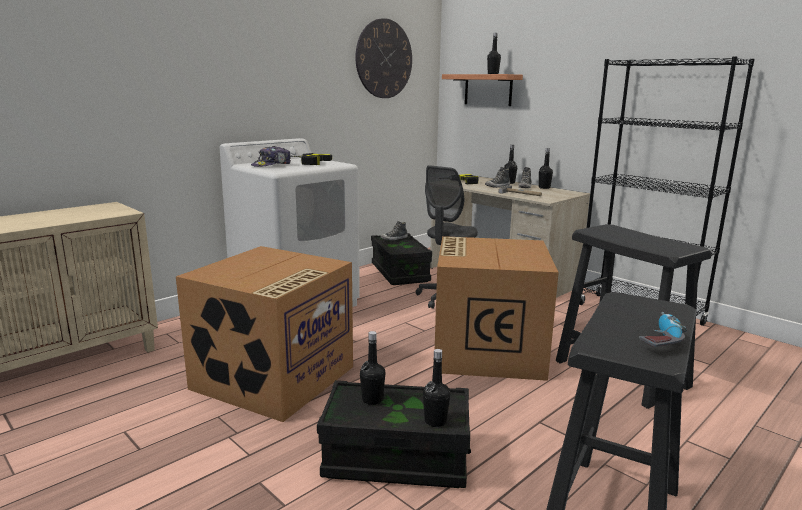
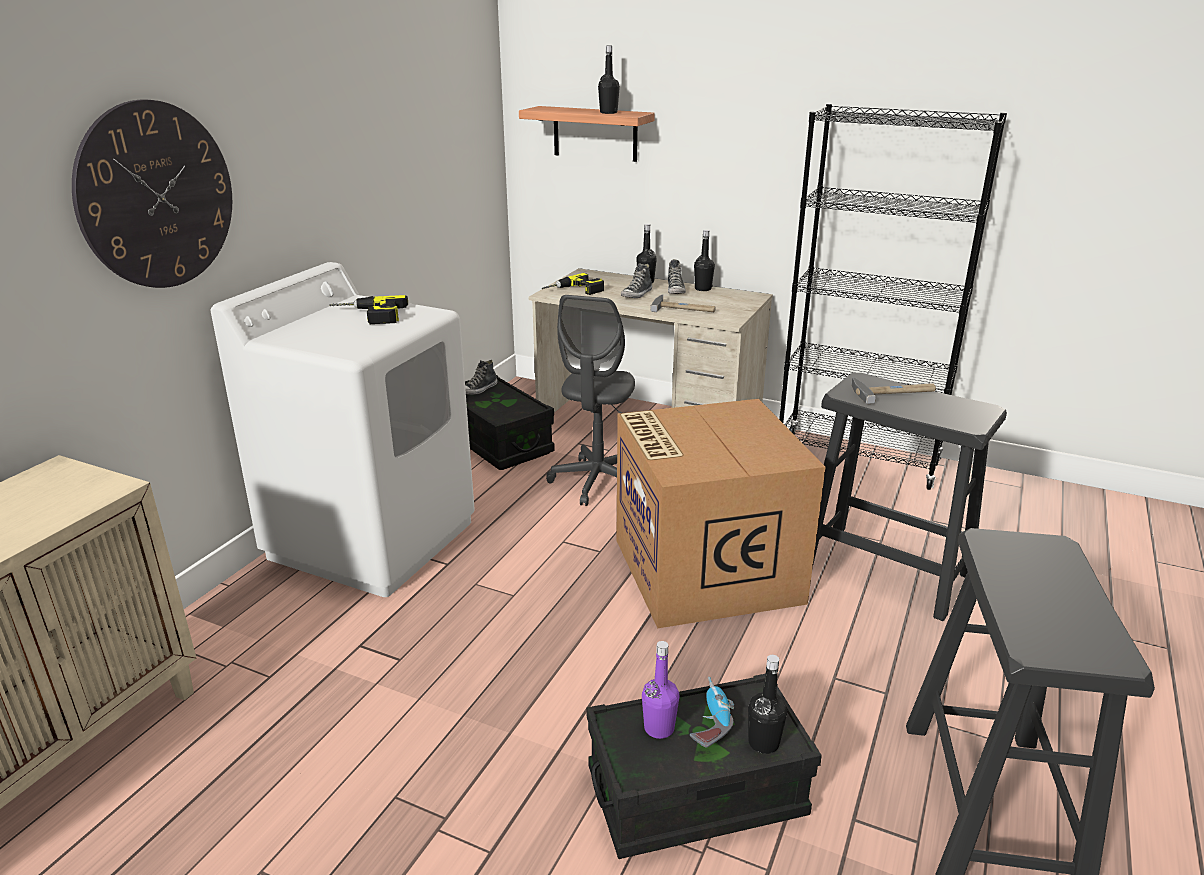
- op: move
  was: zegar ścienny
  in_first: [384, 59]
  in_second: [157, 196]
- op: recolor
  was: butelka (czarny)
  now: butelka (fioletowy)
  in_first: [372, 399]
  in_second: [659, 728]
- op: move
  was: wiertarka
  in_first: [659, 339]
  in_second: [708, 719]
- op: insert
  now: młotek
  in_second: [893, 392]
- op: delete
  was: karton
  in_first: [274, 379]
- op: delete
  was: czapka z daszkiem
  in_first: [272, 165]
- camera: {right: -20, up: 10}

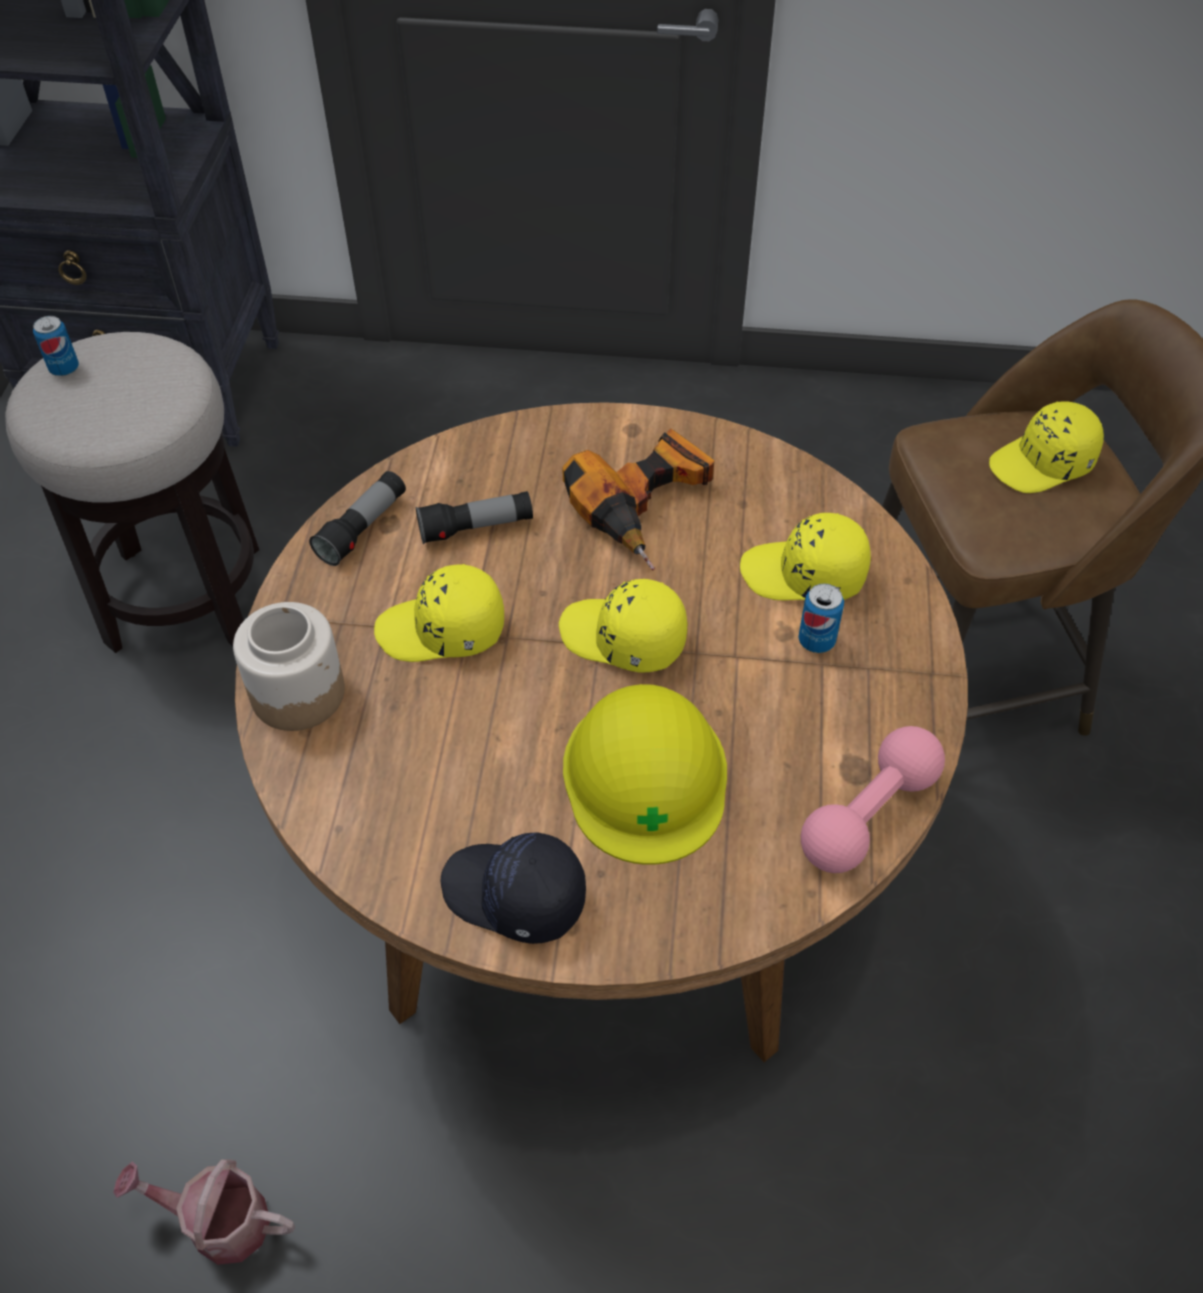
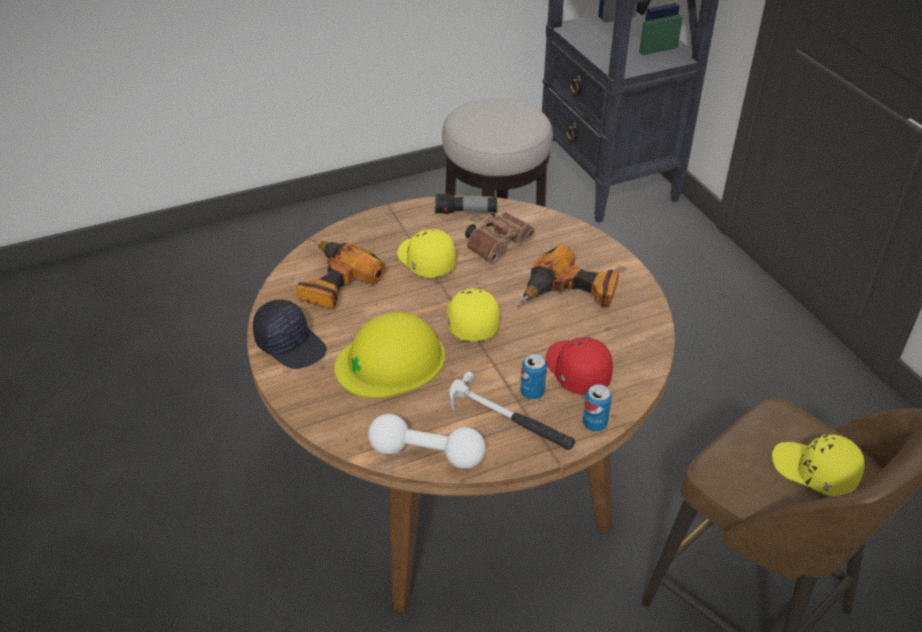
- op: rotate
  was: czapka z daszkiem (czarny)
  in_first: [514, 896]
  in_second: [291, 344]
  clockwise: 135
- op: insert
  now: wiertarka
  in_second: [331, 282]
- op: recolor
  was: hantel (różowy)
  now: hantel (biały)
  in_first: [868, 815]
  in_second: [427, 454]
- op: insert
  now: młotek
  in_second: [509, 419]
- op: replace
  was: latarka
  now: lornetka (brązowy)
  in_first: [476, 528]
  in_second: [499, 245]
- op: recolor
  was: czapka z daszkiem (żółty)
  now: czapka z daszkiem (czerwony)
  in_first: [804, 575]
  in_second: [576, 371]
- op: move
  was: puszka
  in_first: [64, 368]
  in_second: [594, 423]
- op: delete
  was: konewka
  in_first: [219, 1221]
- op: delete
  was: słoik
  in_first: [298, 692]
- camera: {right: 60, up: -10}

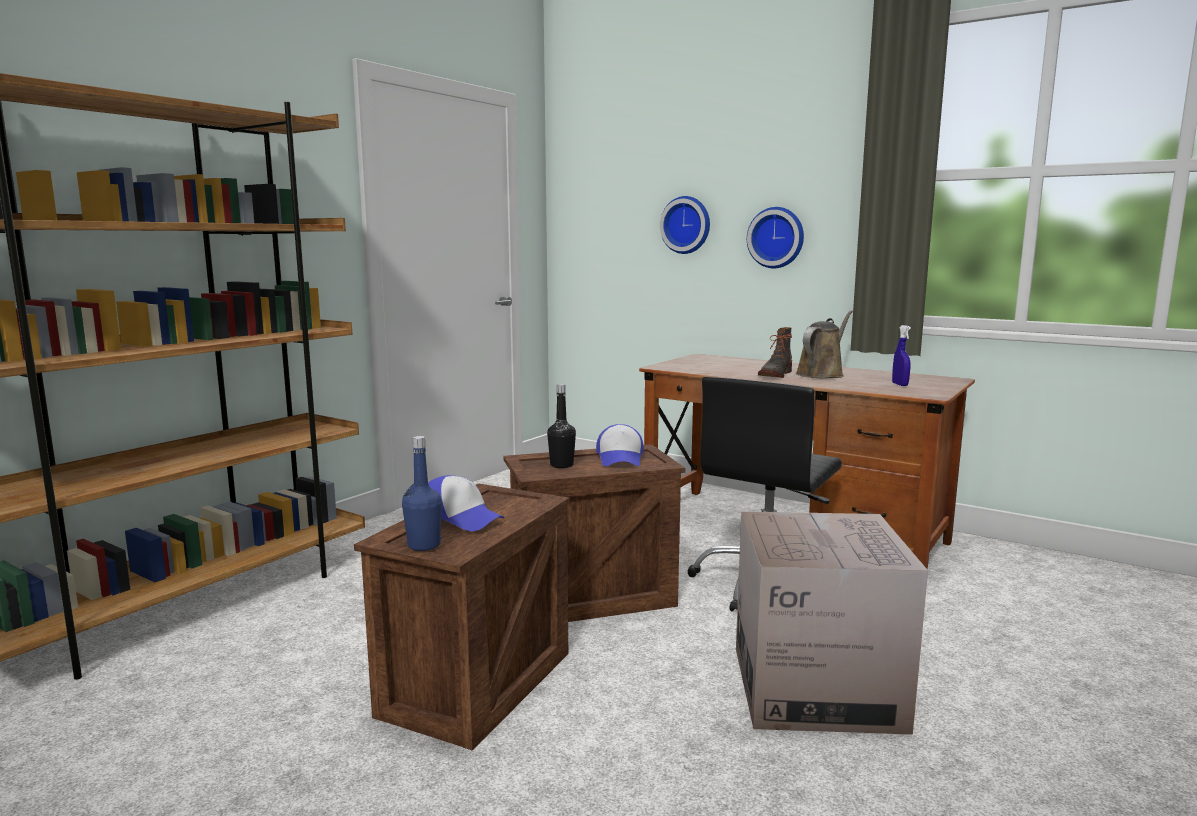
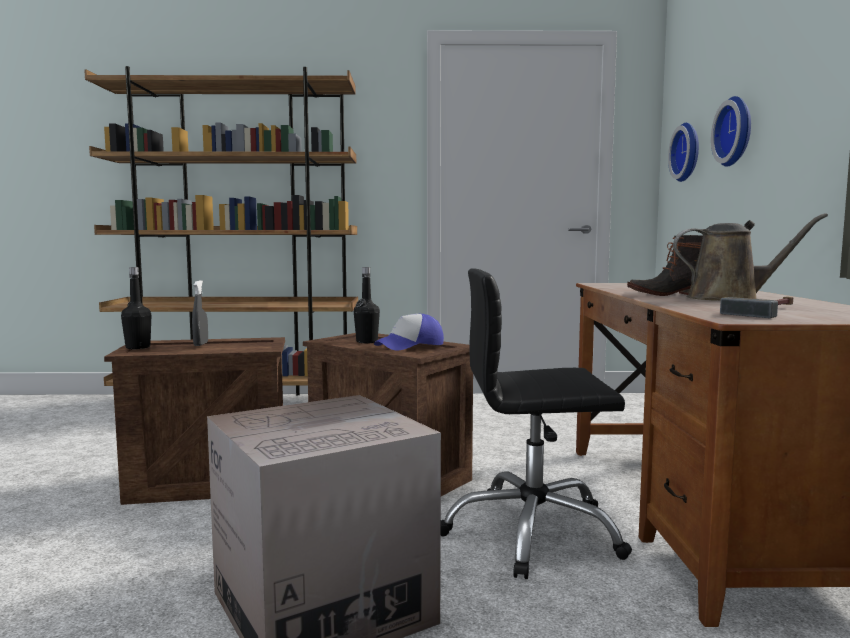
- op: recolor
  was: butelka (niebieski)
  now: butelka (czarny)
  in_first: [424, 545]
  in_second: [138, 347]
- op: replace
  was: czapka z daszkiem
  now: spryskiwacz (szary)
  in_first: [460, 518]
  in_second: [201, 344]
- op: move
  was: zegar ścienny
  in_first: [776, 237]
  in_second: [688, 152]
- op: replace
  was: spryskiwacz (niebieski)
  now: młotek
  in_first: [900, 384]
  in_second: [768, 311]
- camera: {right: 55, up: -5}

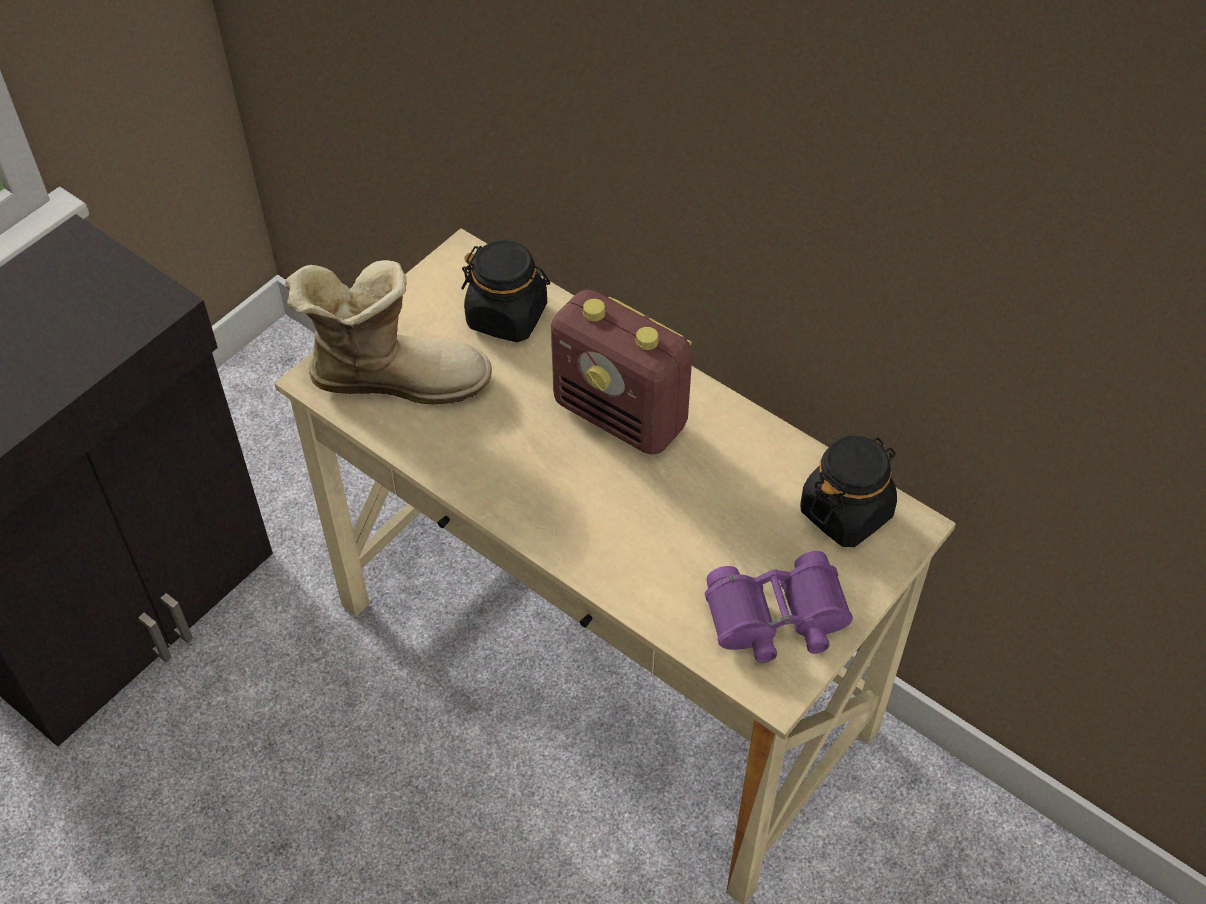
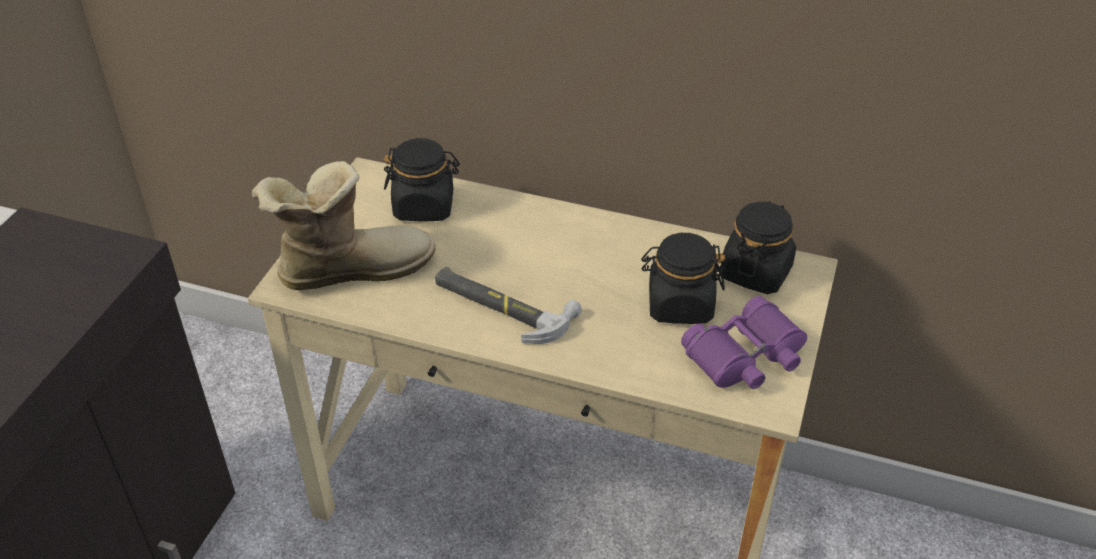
- op: insert
  now: młotek
  in_second: [501, 306]
- op: insert
  now: słoik (czarny)
  in_second: [679, 305]
- op: delete
  was: radio
  in_first: [621, 415]
- camera: {right: -20, up: -10}

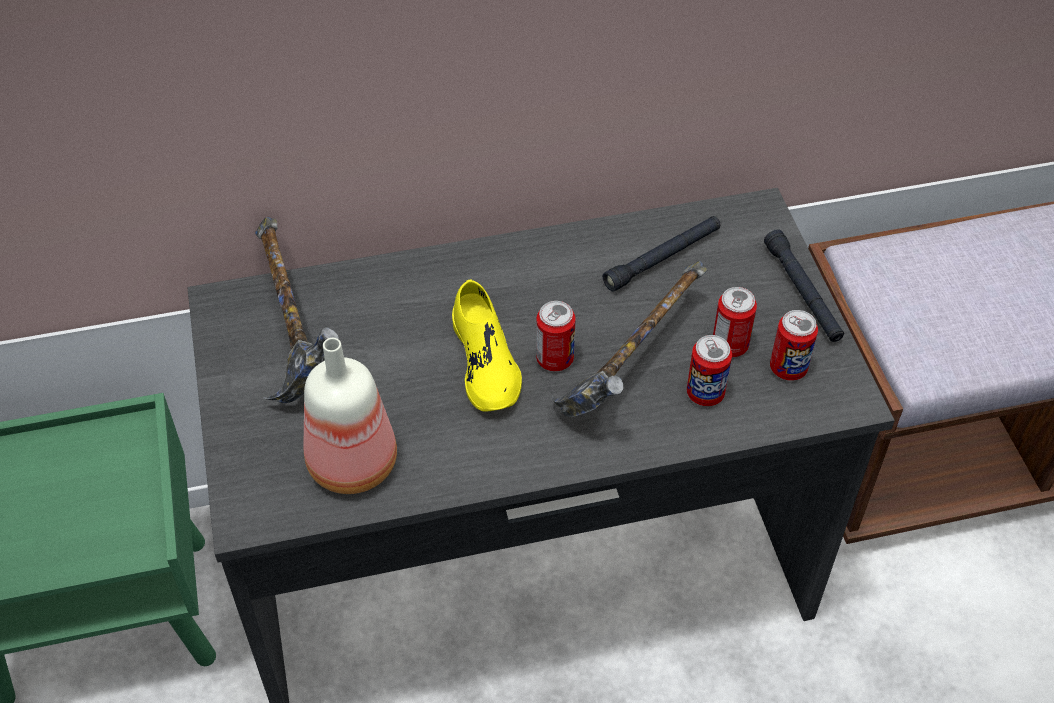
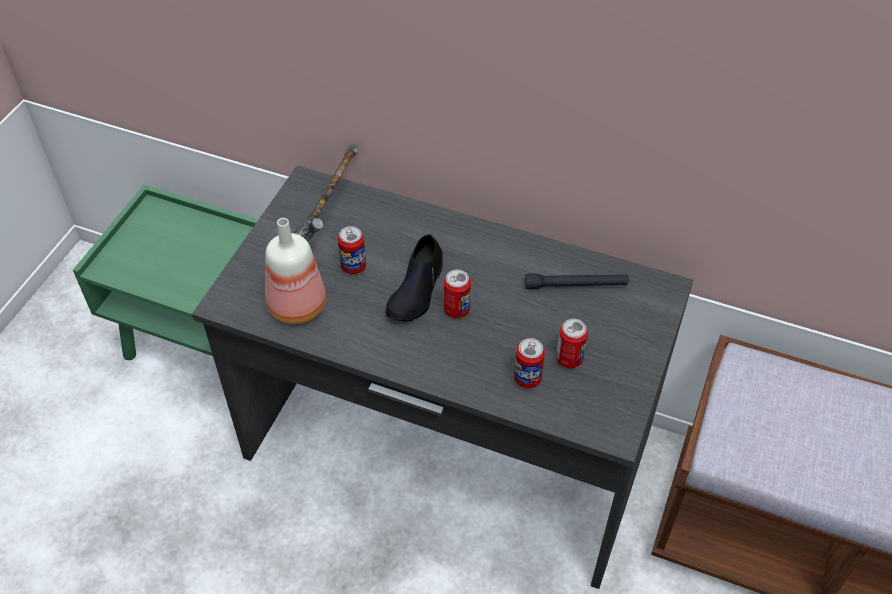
- op: move
  was: puszka
  in_first: [788, 368]
  in_second: [353, 266]
- op: recolor
  was: but (żółty)
  now: but (czarny)
  in_first: [485, 362]
  in_second: [416, 290]
- op: delete
  was: młotek
  in_first: [633, 369]
- op: delete
  was: latarka (czarny)
  in_first: [802, 293]
- camera: {right: 35, up: 0}

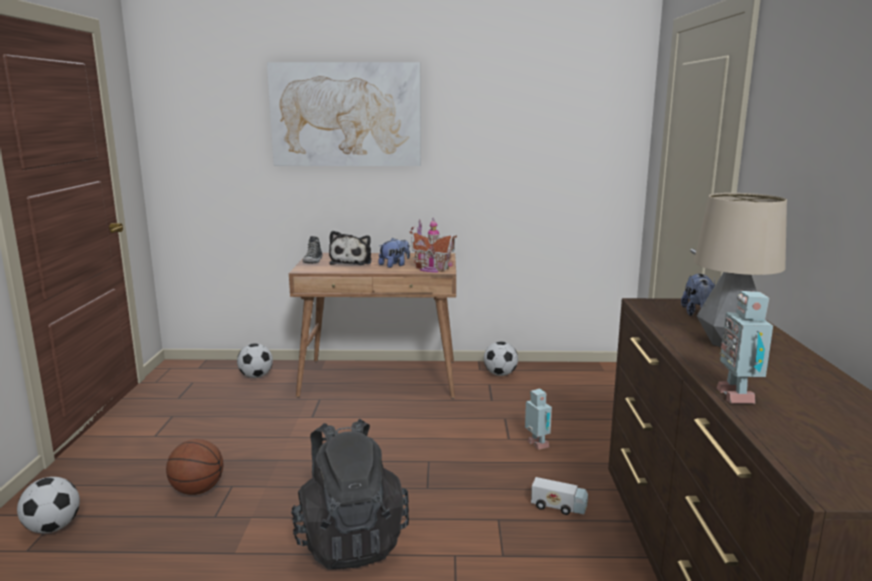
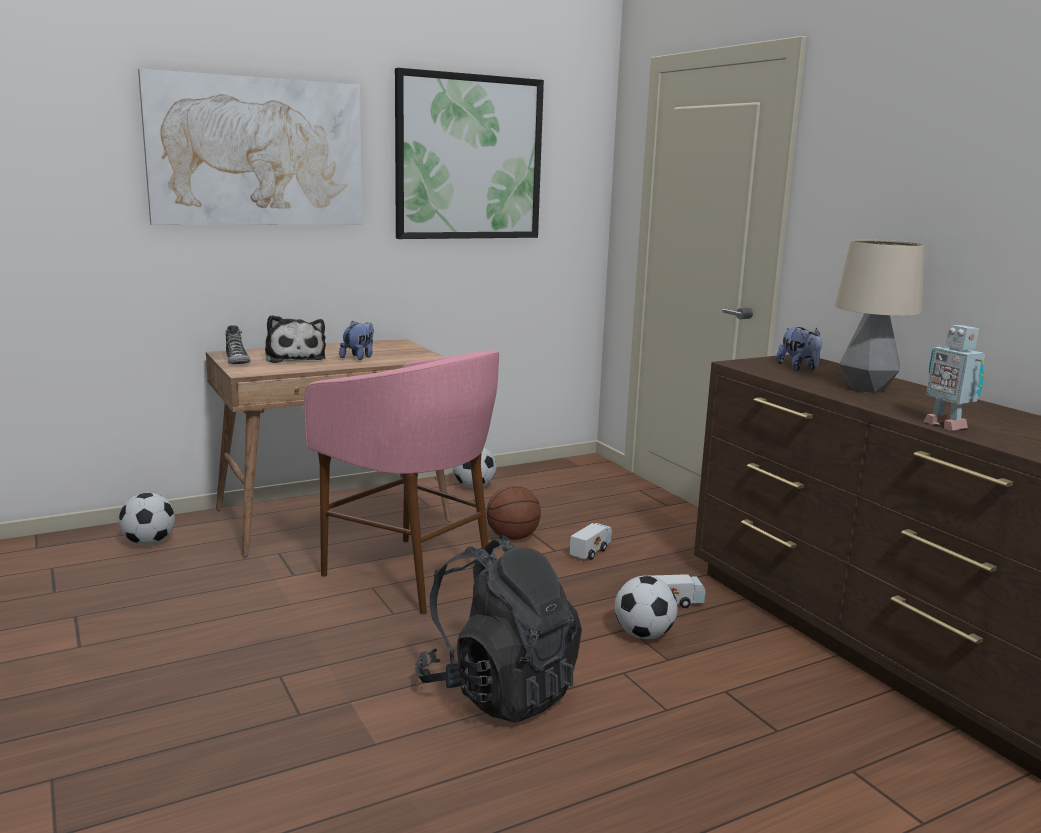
- op: insert
  now: stołek (różowy)
  in_second: [410, 576]
- op: insert
  now: obraz
  in_second: [469, 158]
- op: move
  was: piłka do koszykówki
  in_first: [197, 490]
  in_second: [512, 538]
- op: replace
  was: robot zabawkowy
  now: ciężarówka zabawkowa
  in_first: [536, 445]
  in_second: [590, 551]
- op: move
  was: piłka futbolowa
  in_first: [53, 528]
  in_second: [643, 635]
- op: delete
  was: domek
  in_first: [431, 269]
- camera: {right: -30, up: 0}

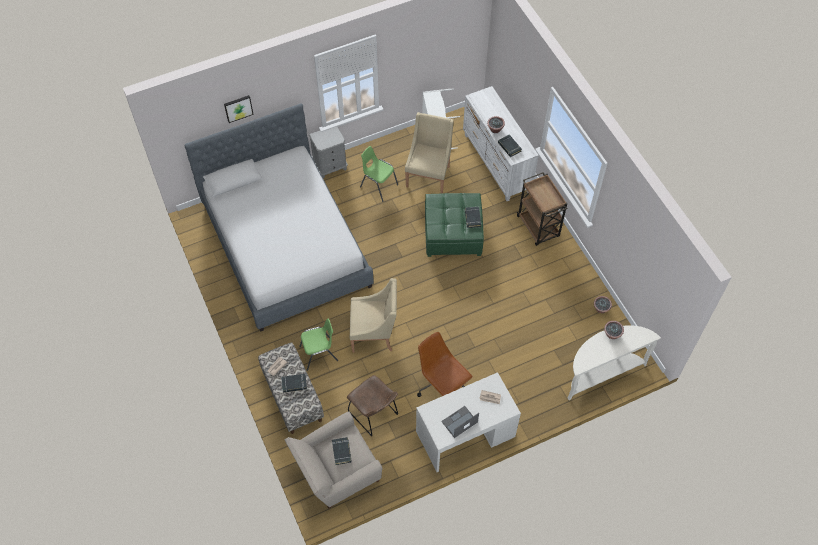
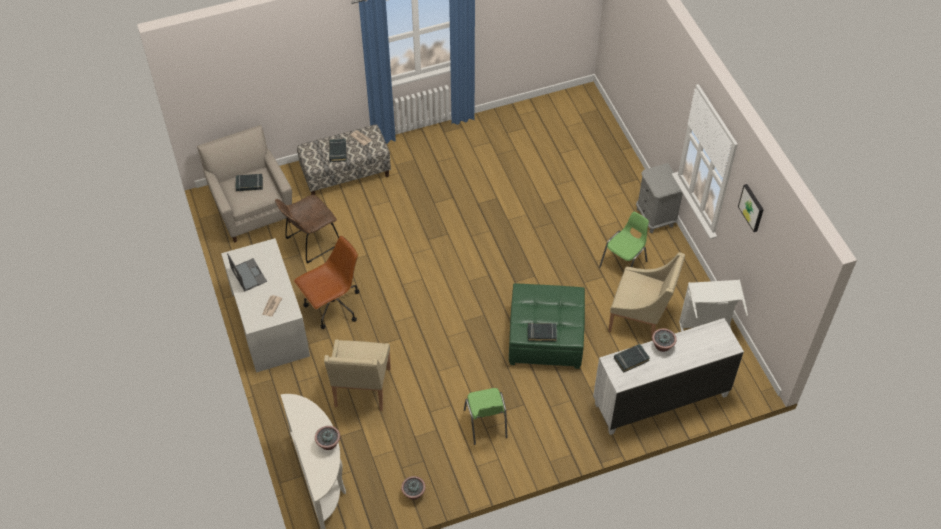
- op: move
  was: fotel (beżowy)
  in_first: [374, 334]
  in_second: [361, 389]
- op: move
  was: krzesło (zielony)
  in_first: [319, 354]
  in_second: [485, 424]
- op: move
  was: obraz
  in_first: [238, 108]
  in_second: [752, 207]
- op: delete
  was: łóżko
  in_first: [285, 244]
- op: delete
  was: wózek (brązowy)
  in_first: [538, 227]
- camera: {right: 95, up: -5}

